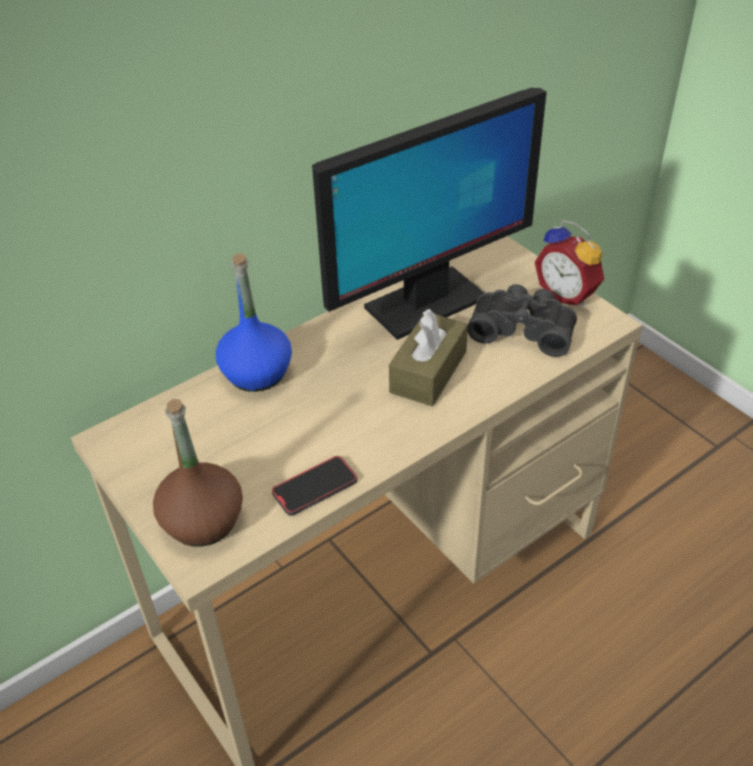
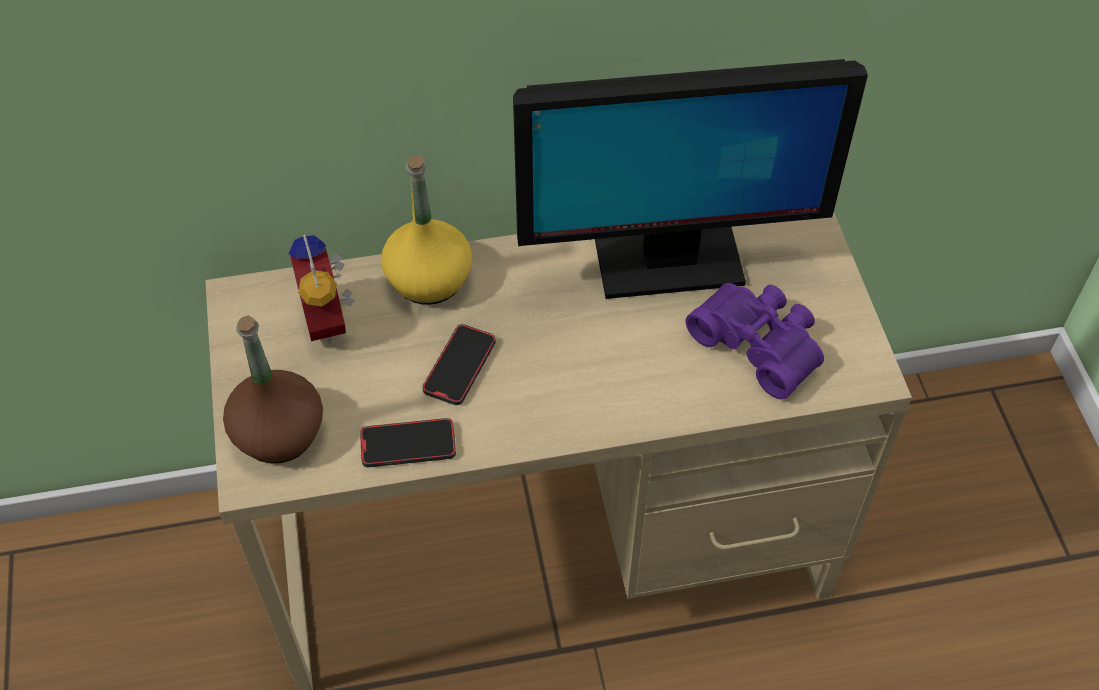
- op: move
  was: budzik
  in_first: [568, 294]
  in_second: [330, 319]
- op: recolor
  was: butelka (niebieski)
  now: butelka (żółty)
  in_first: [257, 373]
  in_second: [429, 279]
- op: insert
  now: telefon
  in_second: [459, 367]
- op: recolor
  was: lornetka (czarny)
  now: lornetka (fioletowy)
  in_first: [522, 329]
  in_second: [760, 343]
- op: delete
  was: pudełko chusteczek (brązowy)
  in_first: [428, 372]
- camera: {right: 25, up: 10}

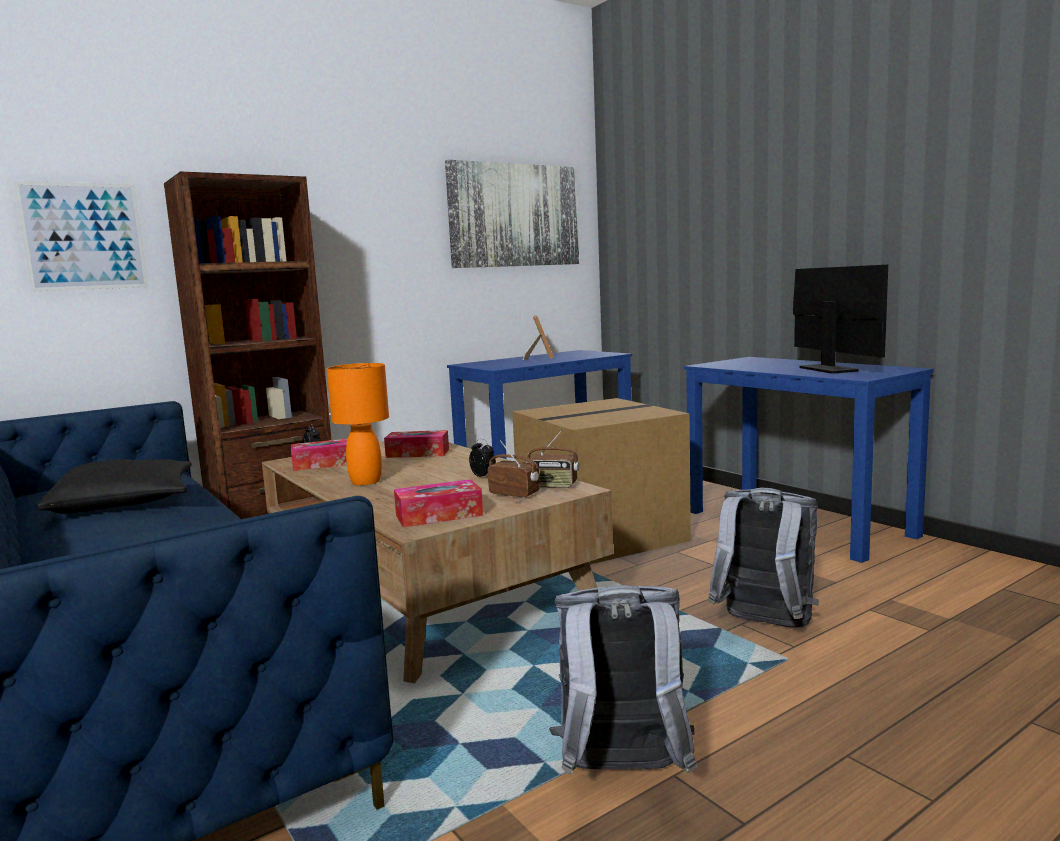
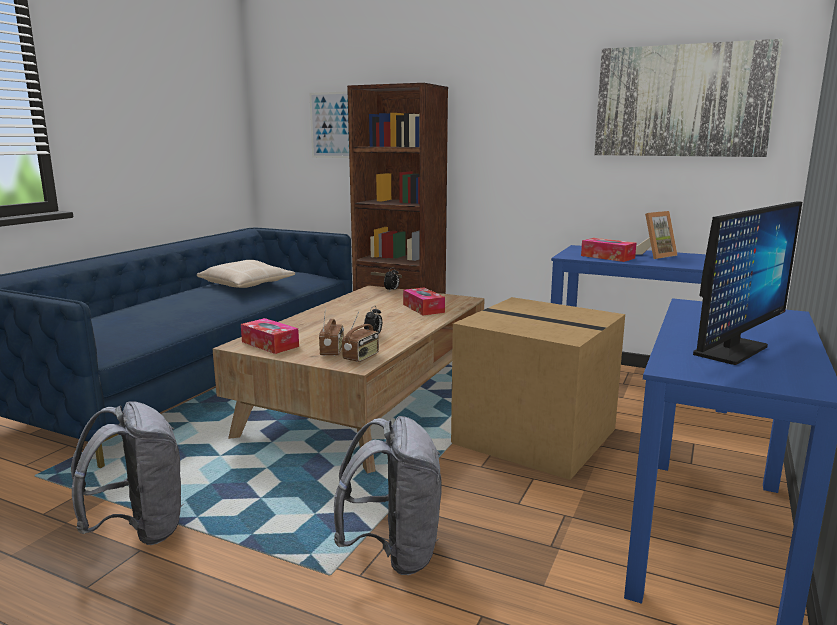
- op: recolor
  was: poduszka (czarny)
  now: poduszka (beżowy)
  in_first: [125, 501]
  in_second: [247, 284]
- op: rotate
  was: radio
  in_first: [552, 486]
  in_second: [361, 357]
  clockwise: -135
- op: move
  was: pudełko chusteczek
  in_first: [324, 464]
  in_second: [607, 257]
- op: delete
  was: lampa stołowa (pomarańczowy)
  in_first: [365, 482]
- camera: {right: 60, up: 5}

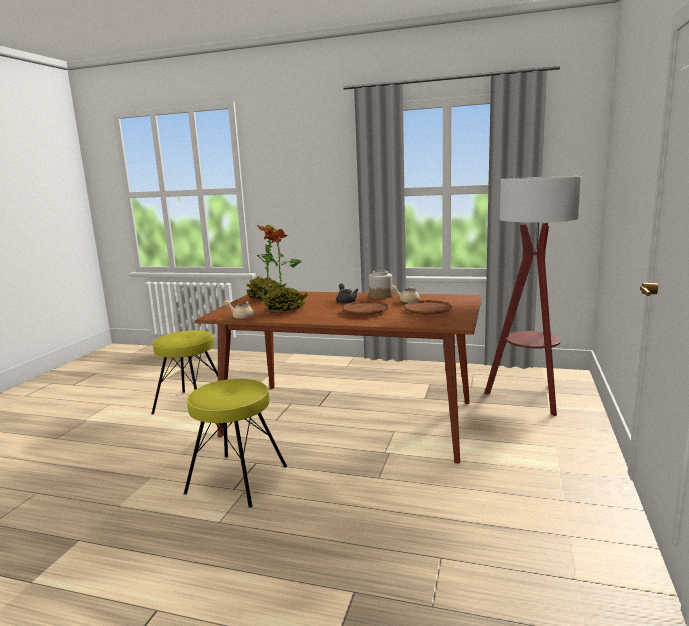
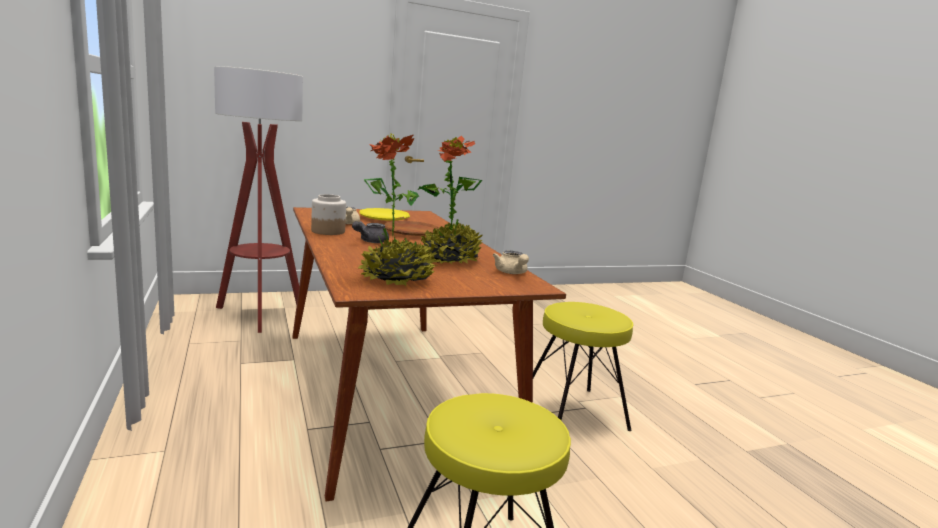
- op: recolor
  was: talerz (brązowy)
  now: talerz (żółty)
  in_first: [427, 311]
  in_second: [384, 218]
- camera: {right: -130, up: 0}

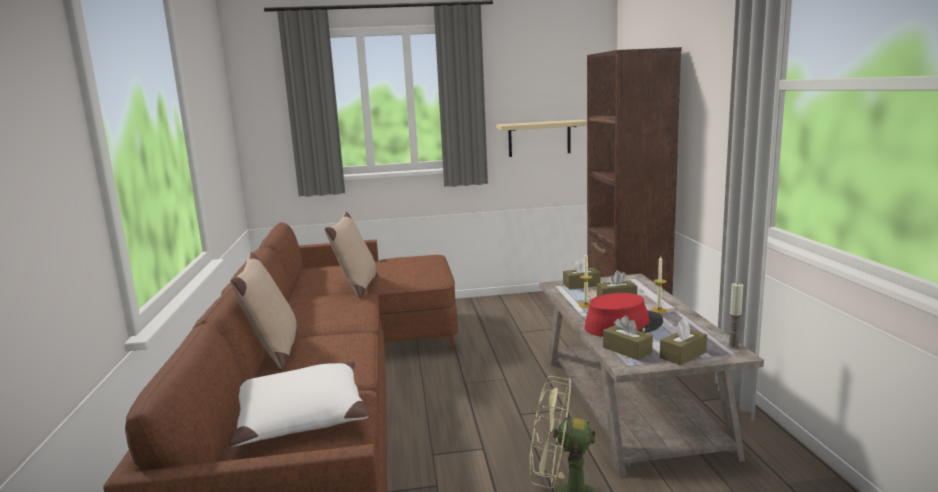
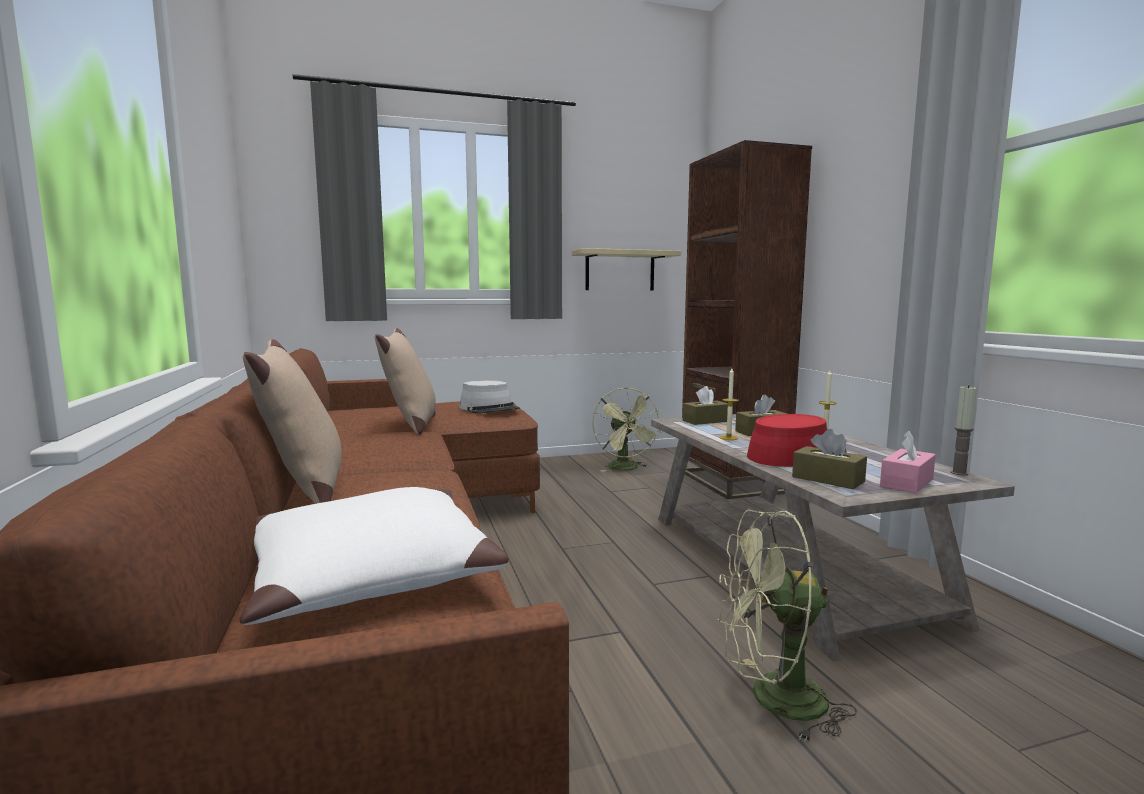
- op: insert
  now: kapelusz (szary)
  in_second: [489, 409]
- op: insert
  now: wentylator (zielony)
  in_second: [626, 469]
- op: recolor
  was: pudełko chusteczek (brązowy)
  now: pudełko chusteczek (różowy)
  in_first: [683, 355]
  in_second: [906, 483]
- camera: {right: -10, up: -5}

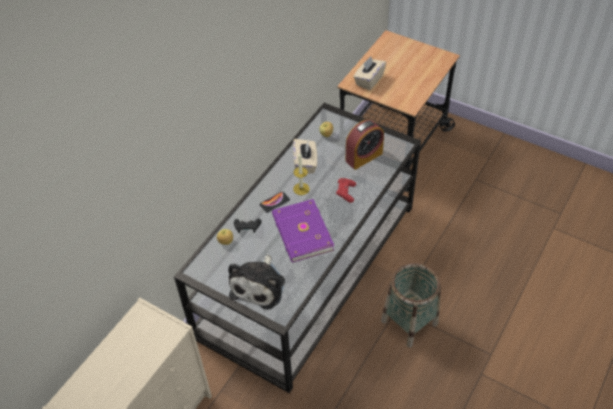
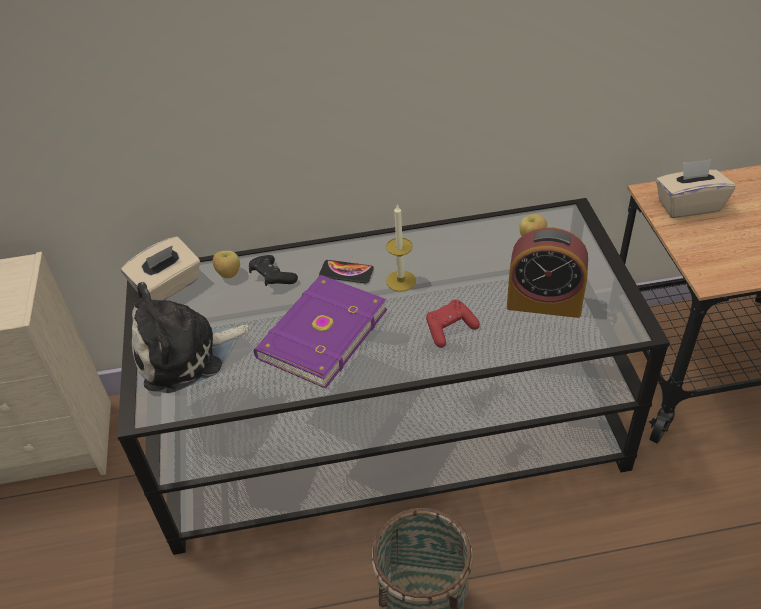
- op: move
  was: pudełko chusteczek (beżowy)
  in_first: [305, 164]
  in_second: [168, 287]
- camera: {right: 50, up: -5}

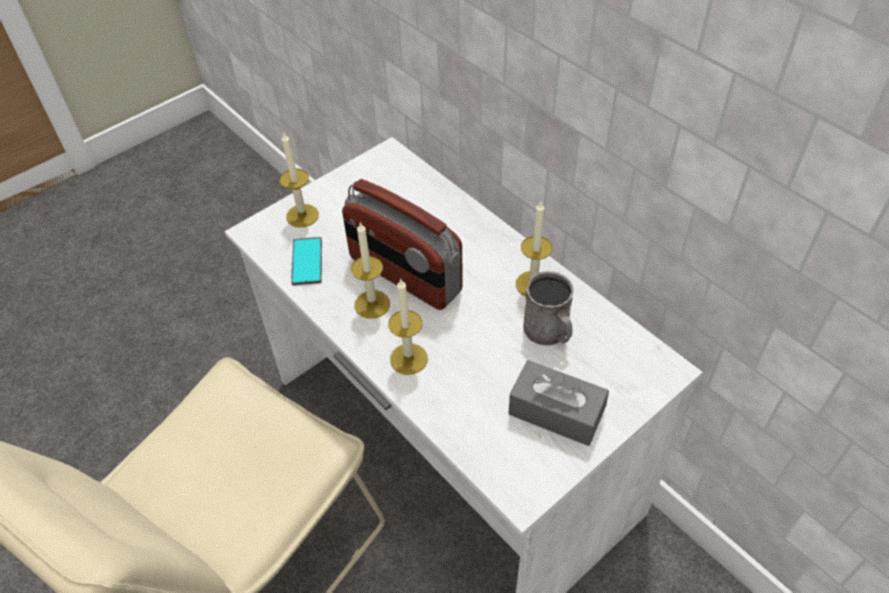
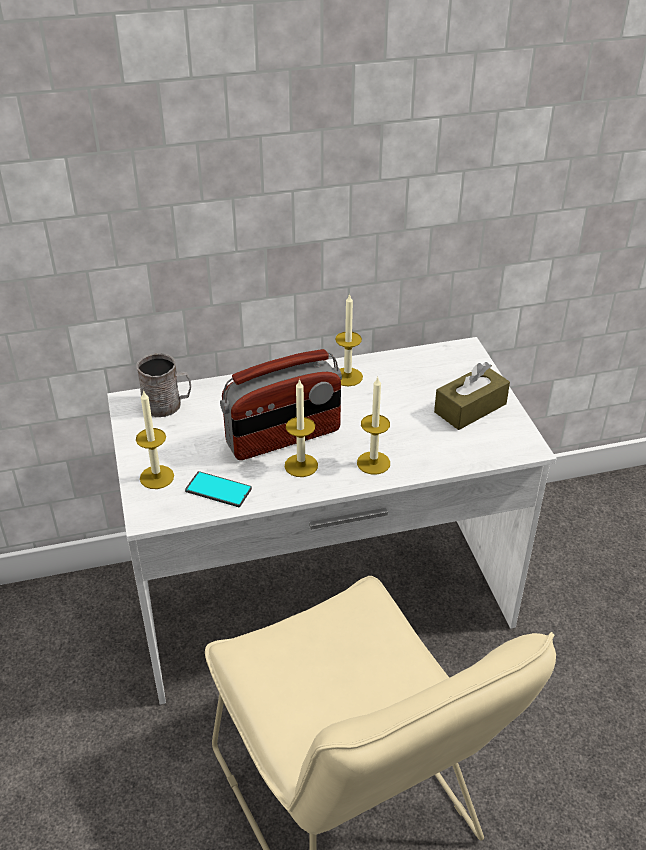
- op: move
  was: kubek (szary)
  in_first: [549, 332]
  in_second: [167, 405]
- op: recolor
  was: pudełko chusteczek (szary)
  now: pudełko chusteczek (brązowy)
  in_first: [556, 412]
  in_second: [470, 408]
- camera: {right: -65, up: -10}

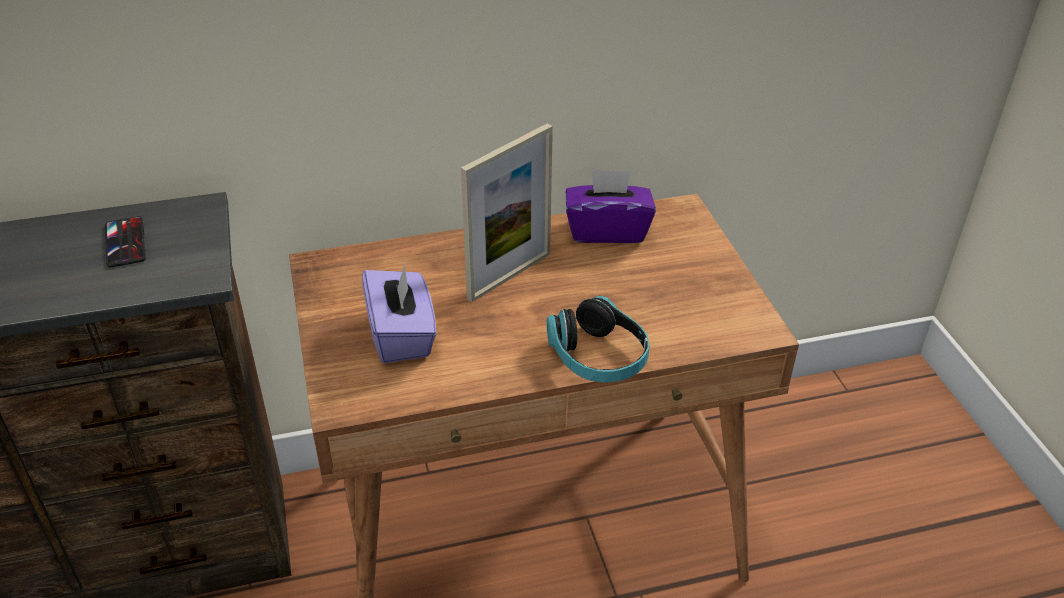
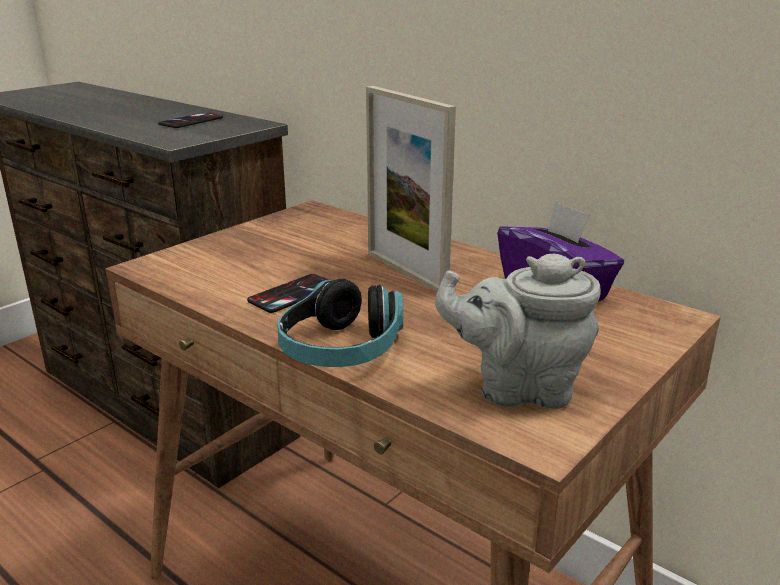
- op: insert
  now: telefon
  in_second: [292, 294]
- op: rotate
  was: ramka na zdjęcie
  in_first: [509, 276]
  in_second: [406, 272]
  clockwise: 45
- op: insert
  now: imbryk (szary)
  in_second: [519, 388]
- op: delete
  was: pudełko chusteczek (fioletowy)
  in_first: [402, 335]
- camera: {right: 55, up: -15}

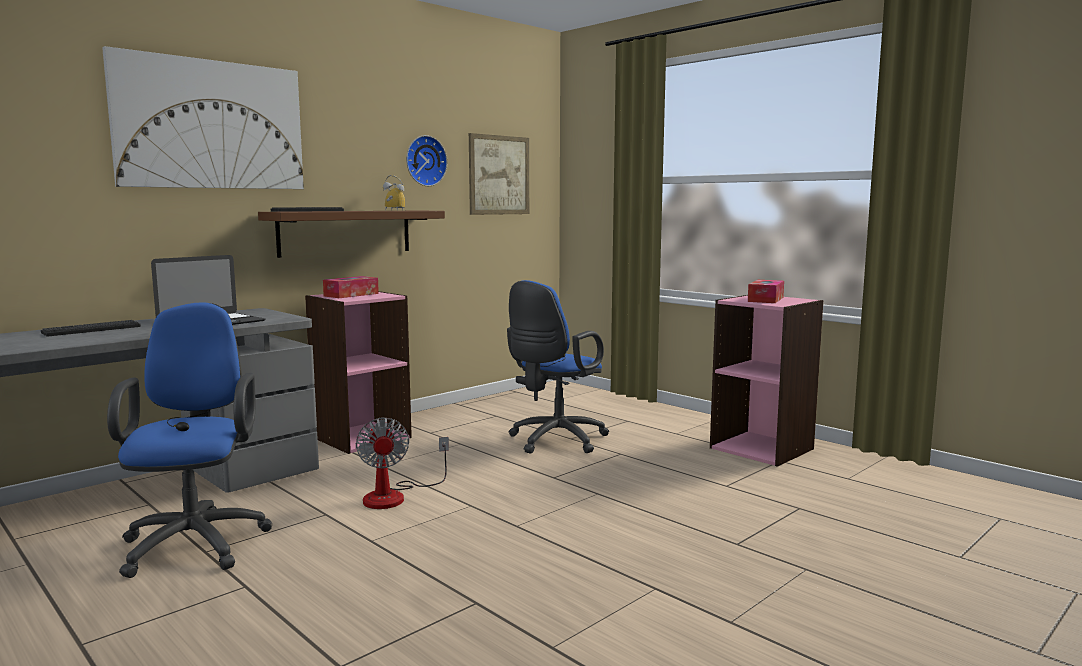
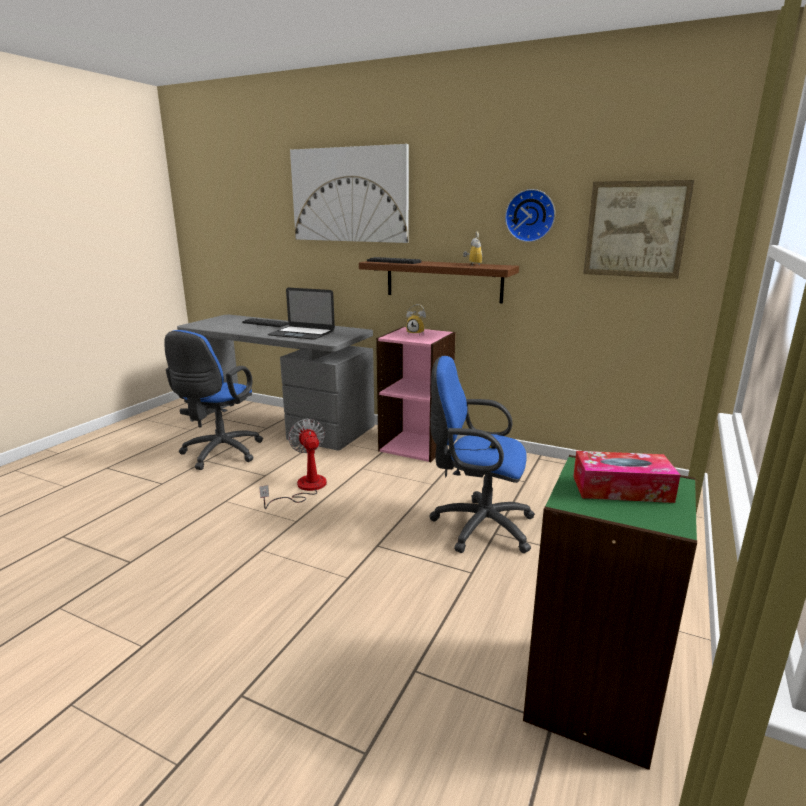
- op: rotate
  was: krzesło biurowe (niebieski)
  in_first: [197, 541]
  in_second: [219, 454]
  clockwise: 135
- op: rotate
  was: wentylator
  in_first: [395, 496]
  in_second: [304, 488]
  clockwise: 105
- op: replace
  was: pudełko chusteczek
  now: budzik
  in_first: [351, 295]
  in_second: [416, 333]
- op: recolor
  was: regał (różowy)
  now: regał (zielony)
  in_first: [762, 448]
  in_second: [594, 698]
- camera: {right: 70, up: 10}

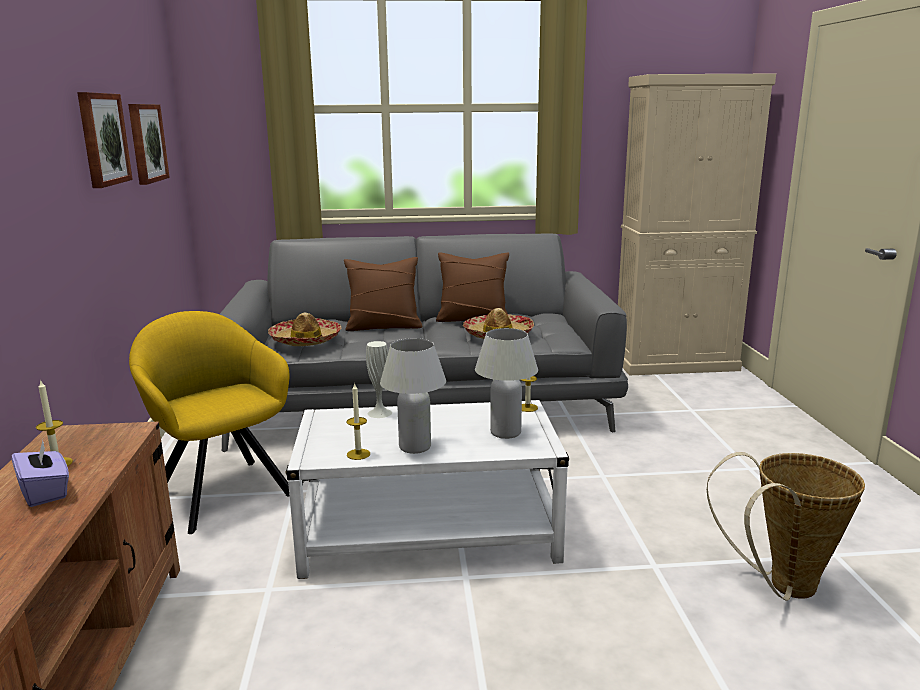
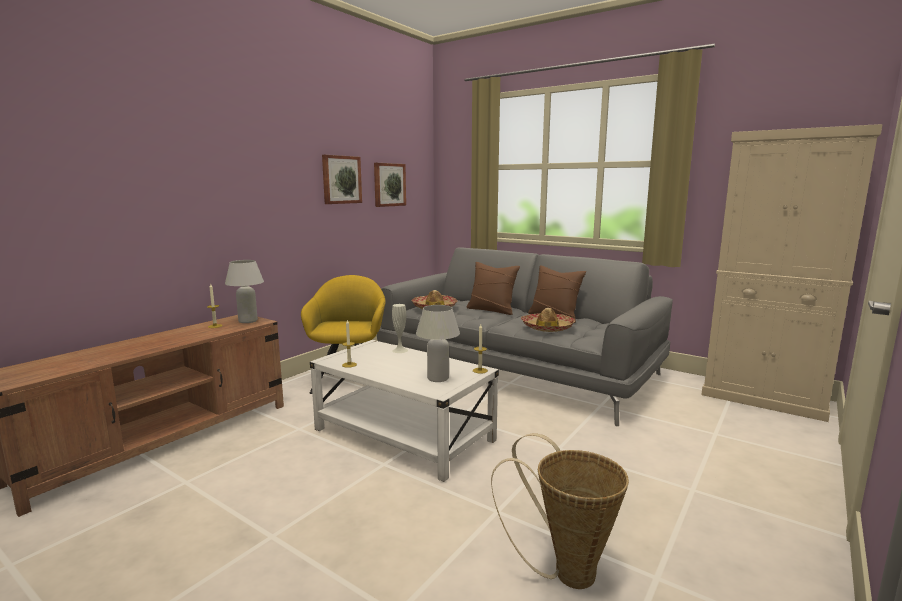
- op: move
  was: lampa stołowa (biały)
  in_first: [415, 447]
  in_second: [248, 321]
- op: delete
  was: pudełko chusteczek (fioletowy)
  in_first: [45, 492]
- camera: {right: 40, up: -5}

